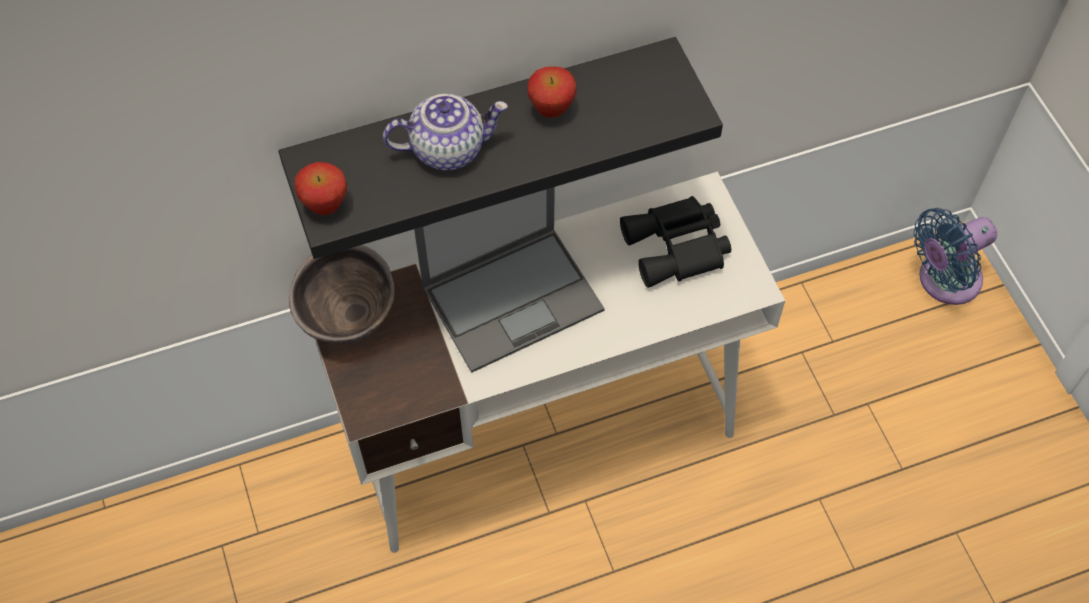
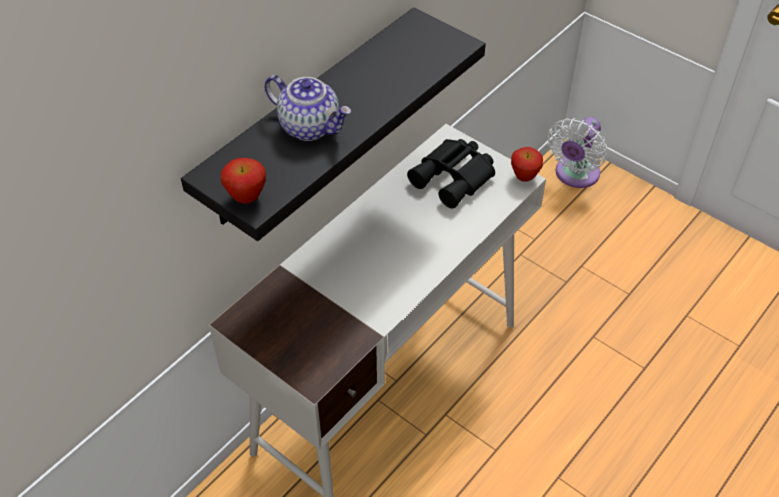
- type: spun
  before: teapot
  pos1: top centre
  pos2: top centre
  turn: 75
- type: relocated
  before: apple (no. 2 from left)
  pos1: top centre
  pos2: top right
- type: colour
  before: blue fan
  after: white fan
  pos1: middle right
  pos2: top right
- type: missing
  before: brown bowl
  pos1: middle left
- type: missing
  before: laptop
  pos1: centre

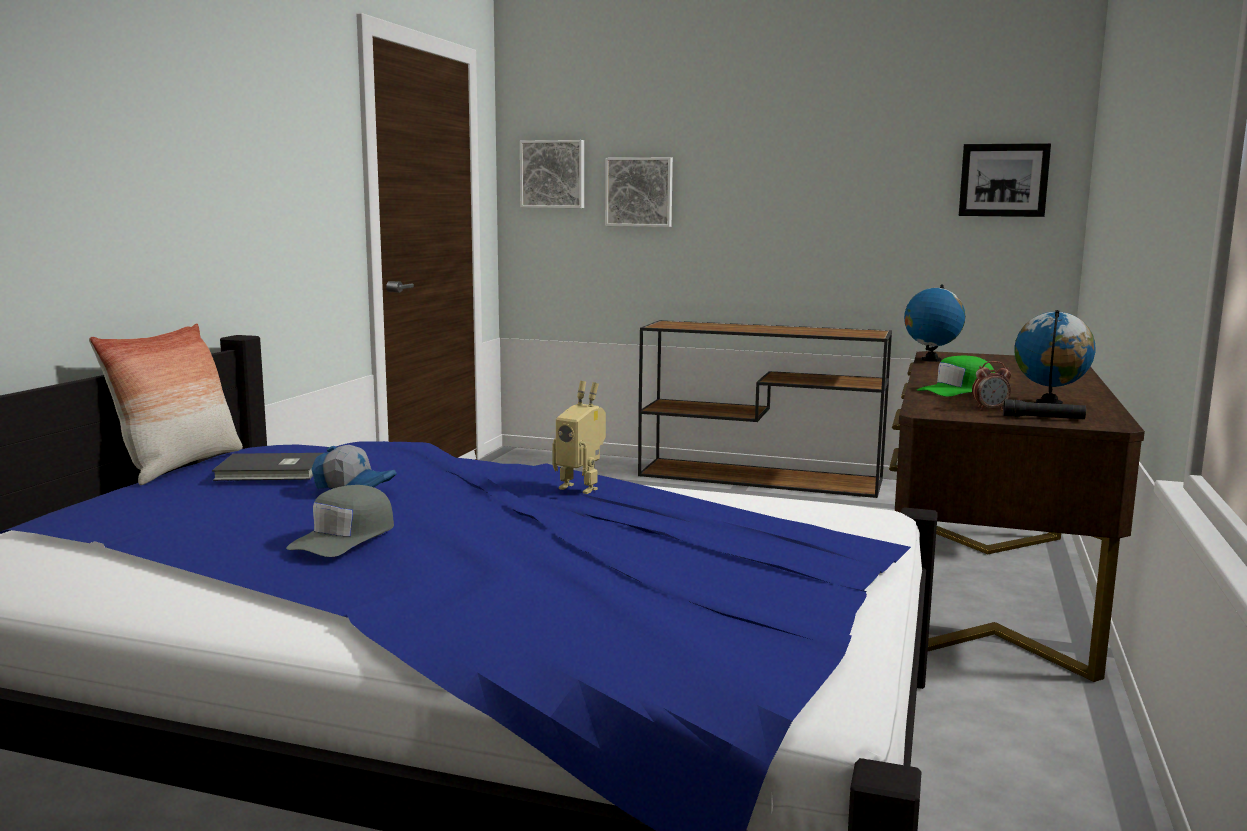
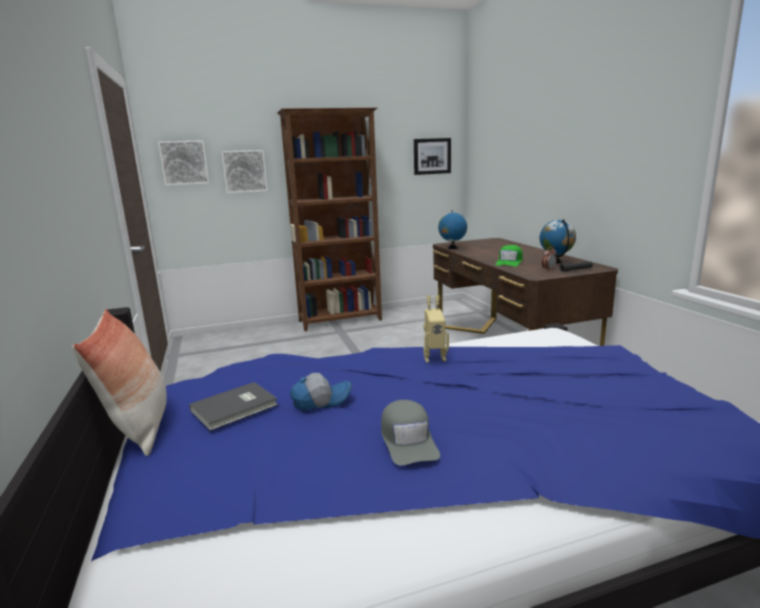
- type: exchanged
  before: brown console table
  after: brown bookcase
  pos1: centre
  pos2: centre

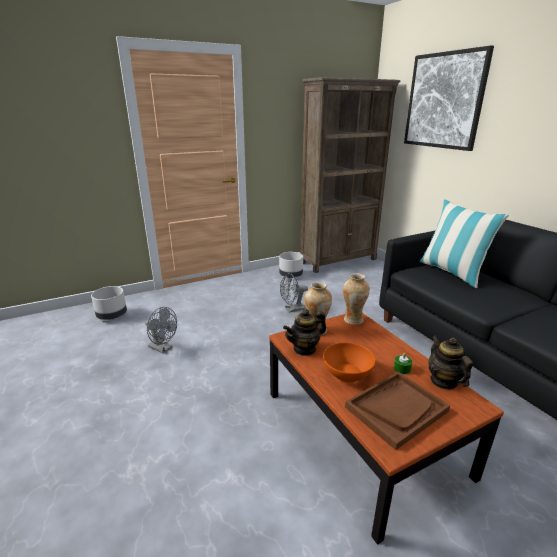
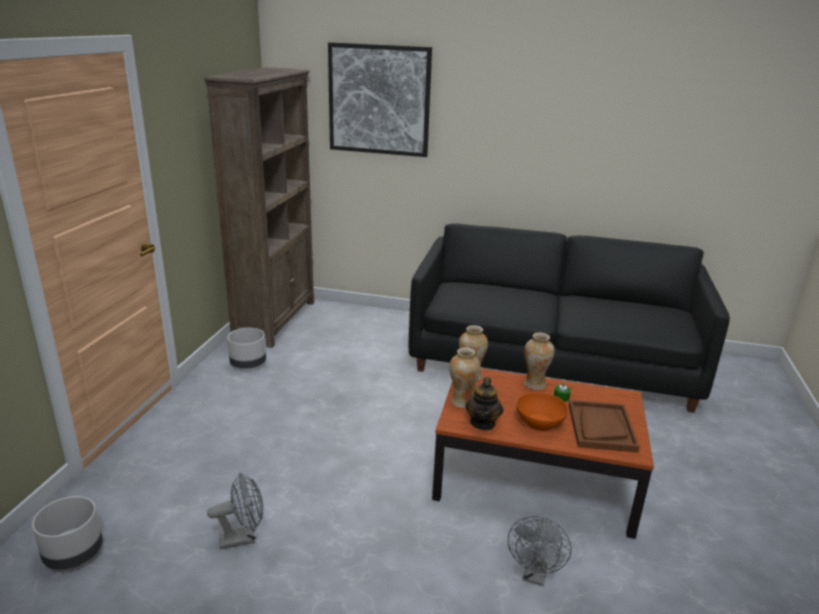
- type: relocated
  before: grey fan (no. 2 from left)
  pos1: centre
  pos2: bottom centre
- type: appeared
  after: vase (no. 3 from left)
  pos2: centre
- type: missing
  before: pillow
  pos1: middle right
- type: missing
  before: teapot (no. 2 from left)
  pos1: middle right

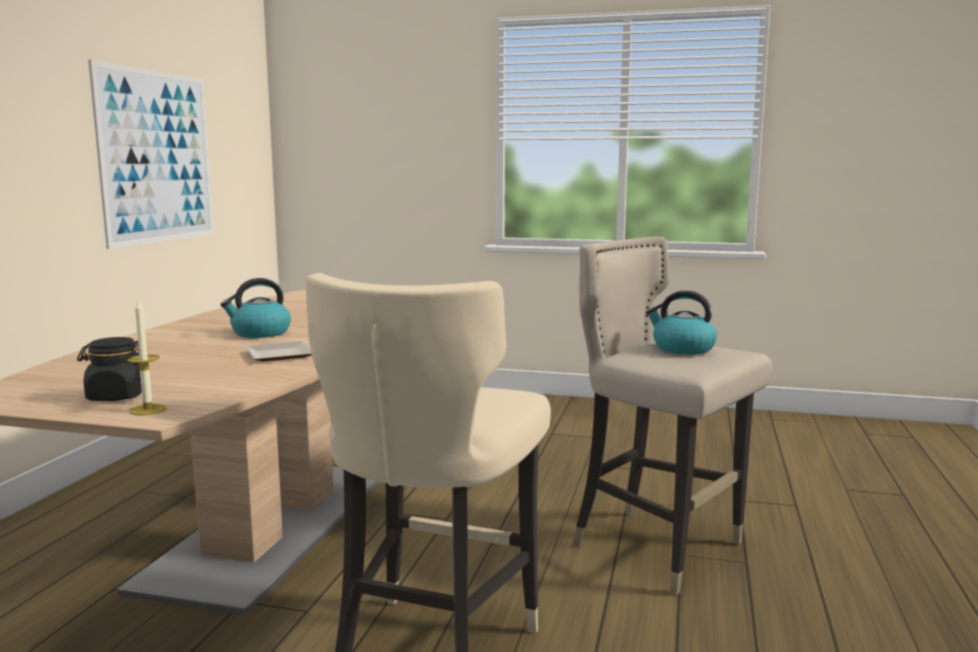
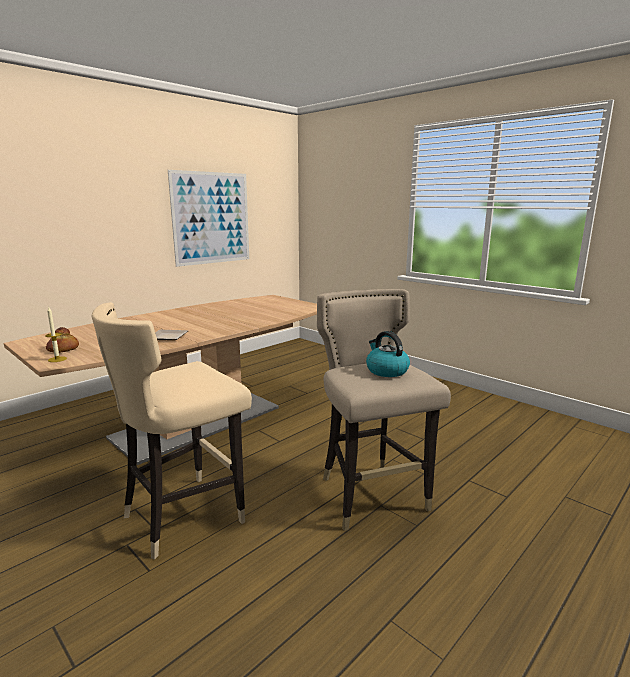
- type: exchanged
  before: black jar
  after: bread
  pos1: middle left
  pos2: middle left
- type: missing
  before: kettle (no. 1 from left)
  pos1: middle left

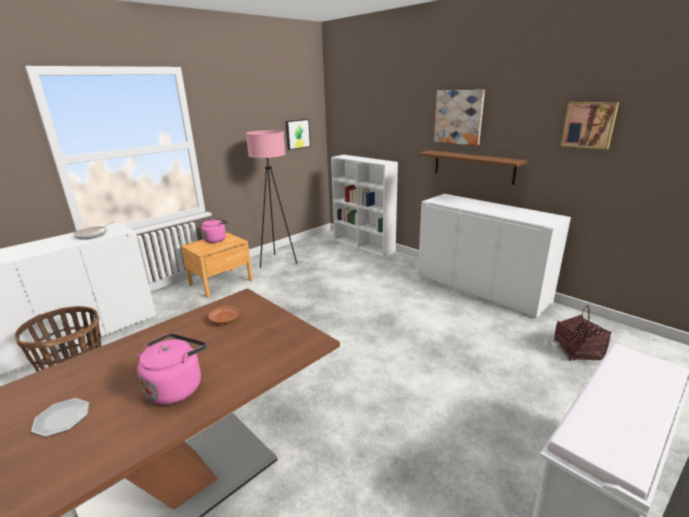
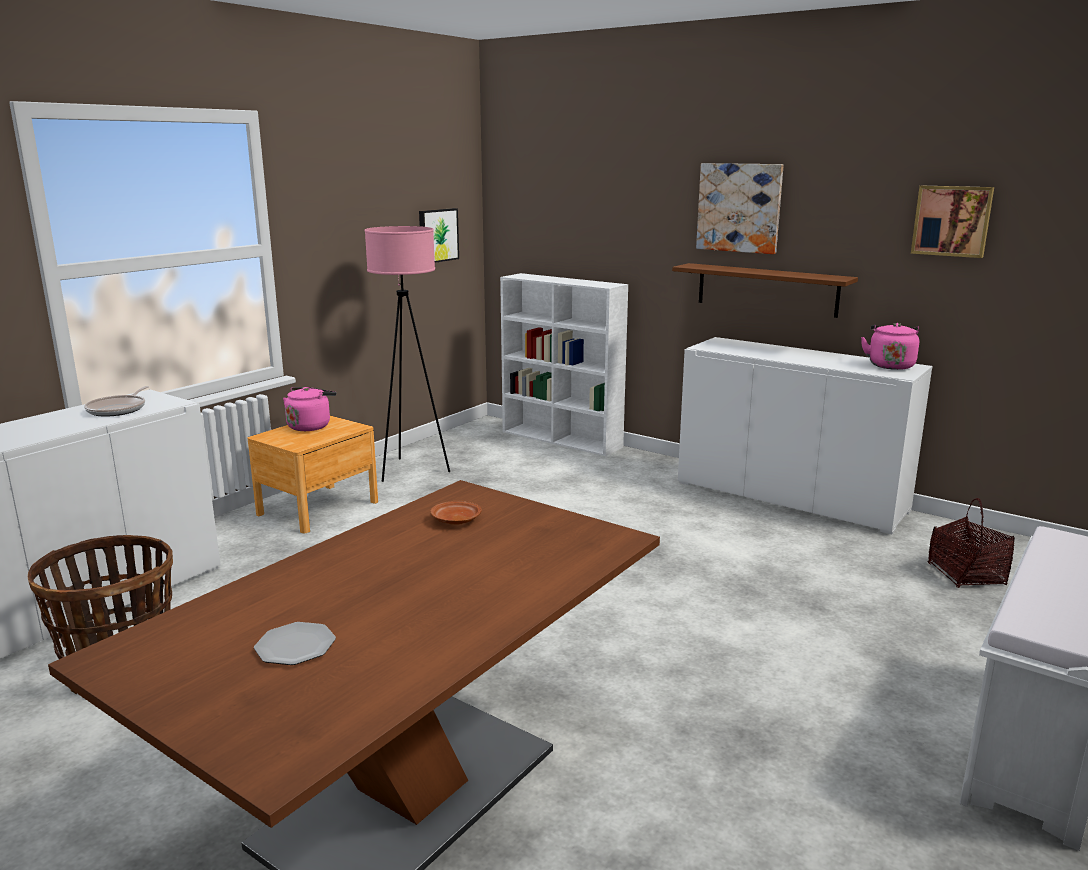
- type: relocated
  before: pink kettle (no. 1 from left in the first image)
  after: pink kettle (no. 2 from left)
  pos1: bottom left
  pos2: middle right

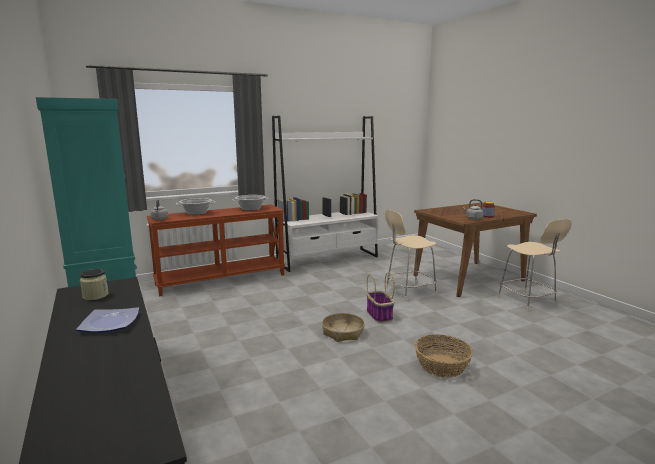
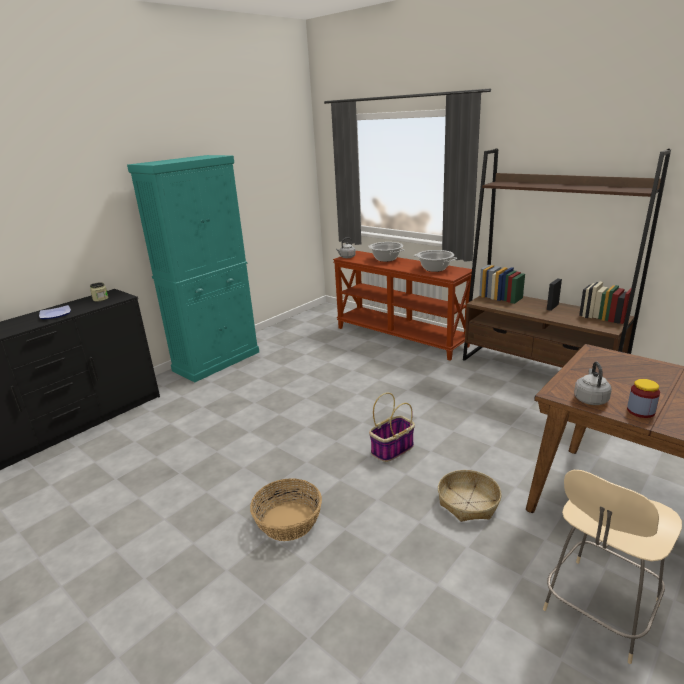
- type: relocated
  before: basket (no. 1 from left in the first image)
  after: basket (no. 3 from left)
  pos1: bottom centre
  pos2: bottom right
- type: colour
  before: white bookcase
  after: brown bookcase
  pos1: centre
  pos2: middle right
- type: missing
  before: beige chair (no. 1 from left)
  pos1: centre

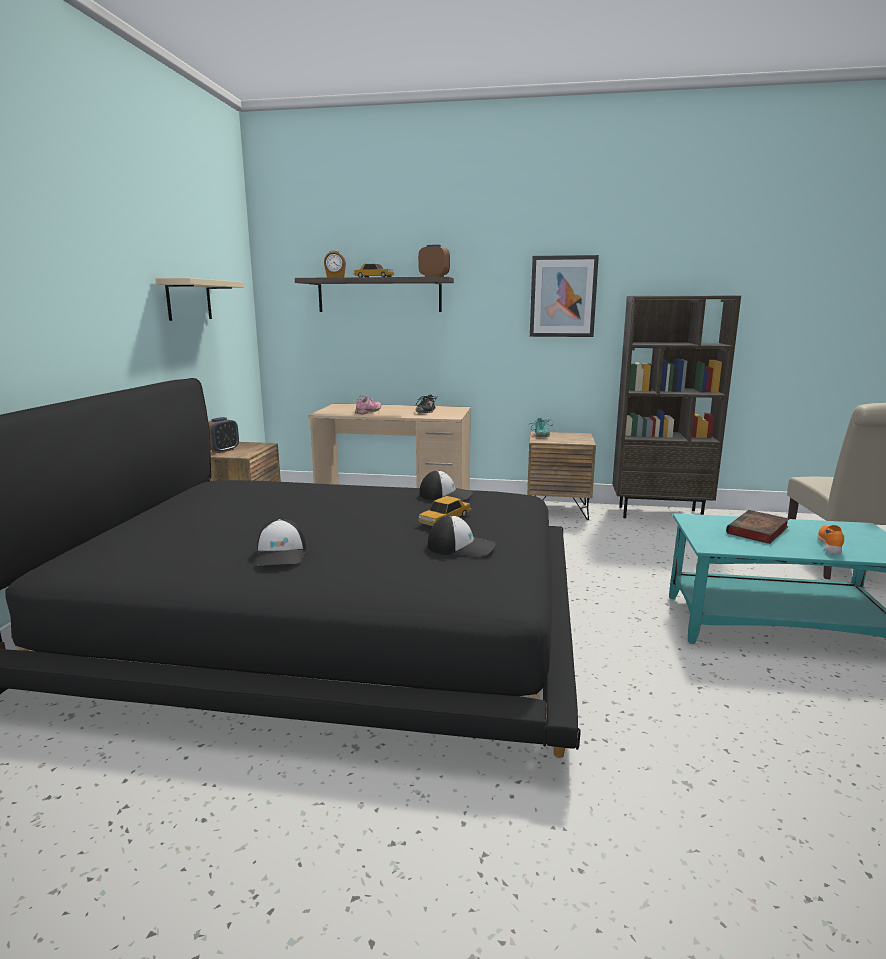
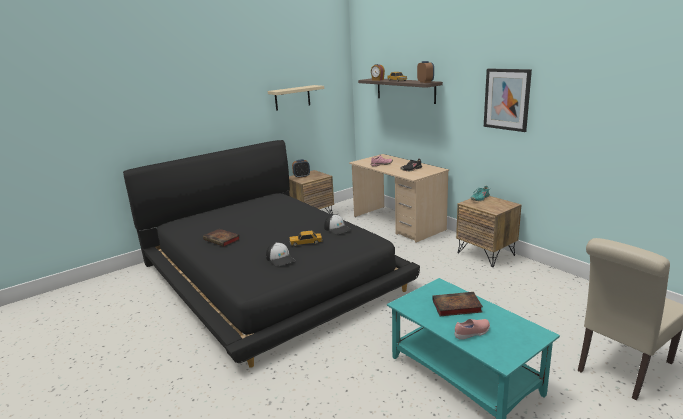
- type: exchanged
  before: cap (no. 1 from left)
  after: book (no. 1 from left)
  pos1: middle left
  pos2: middle left
- type: colour
  before: orange shoe
  after: pink shoe (no. 2 from left)
  pos1: middle right
  pos2: bottom right
- type: missing
  before: brown bookcase
  pos1: middle right

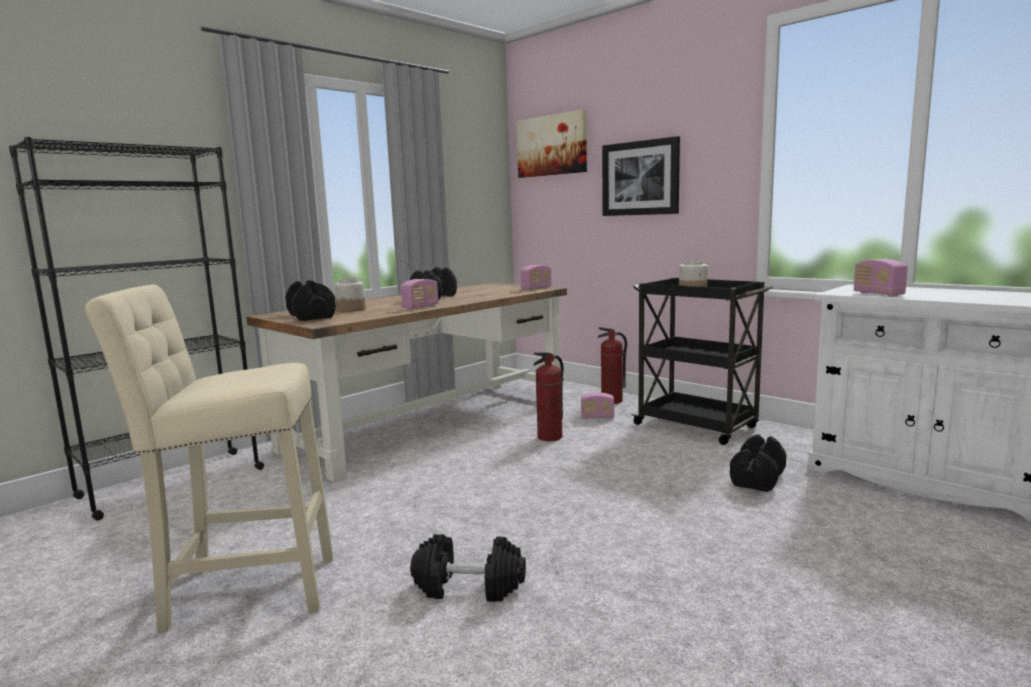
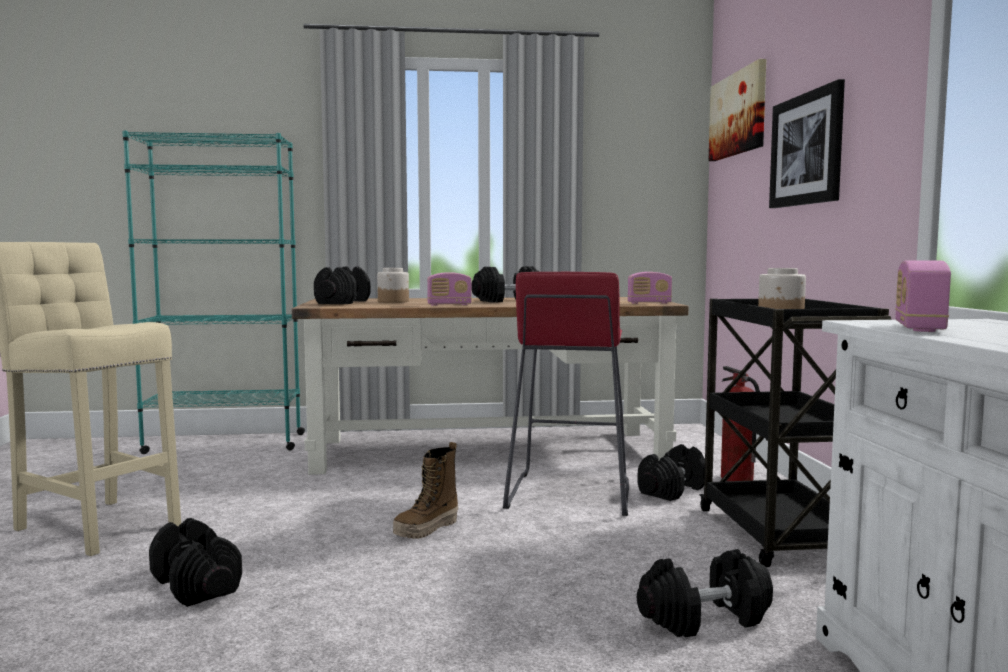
- type: colour
  before: black bookcase
  after: turquoise bookcase
  pos1: middle left
  pos2: middle left
- type: appeared
  after: boot
  pos2: bottom centre
- type: exchanged
  before: fire extinguisher (no. 1 from left)
  after: red stool
  pos1: centre
  pos2: centre
- type: exchanged
  before: radio (no. 3 from left)
  after: black dumbbell (no. 4 from left)
  pos1: centre
  pos2: bottom centre

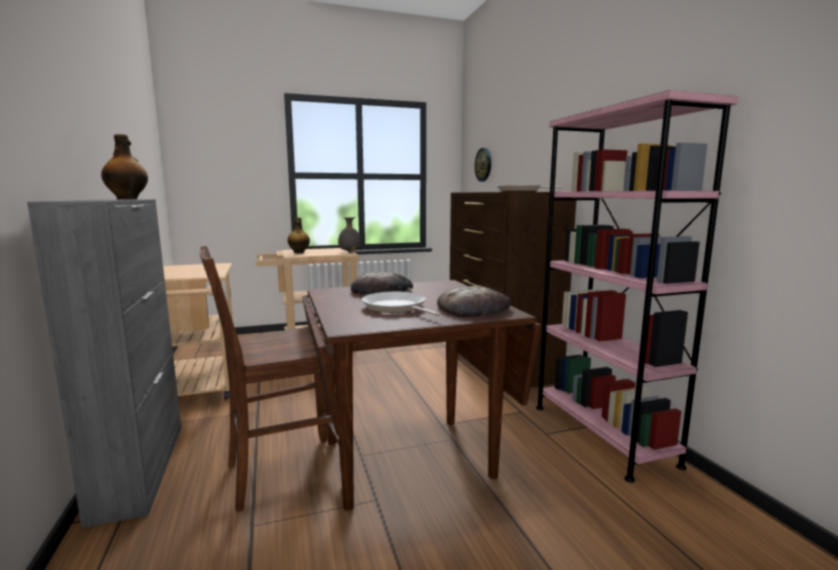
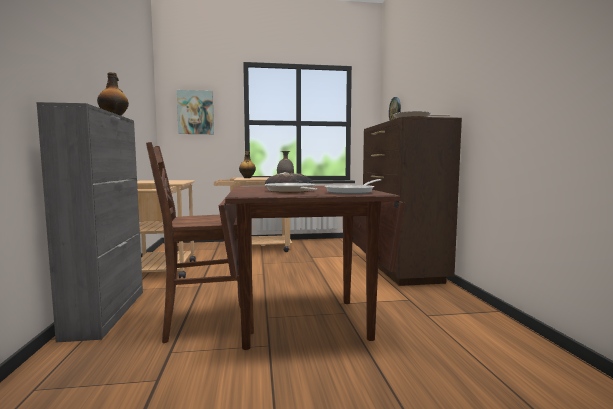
- type: appeared
  after: picture
  pos2: top left
- type: exchanged
  before: bread (no. 2 from left)
  after: frying pan (no. 2 from left)
  pos1: centre
  pos2: centre
- type: missing
  before: pink bookcase
  pos1: middle right

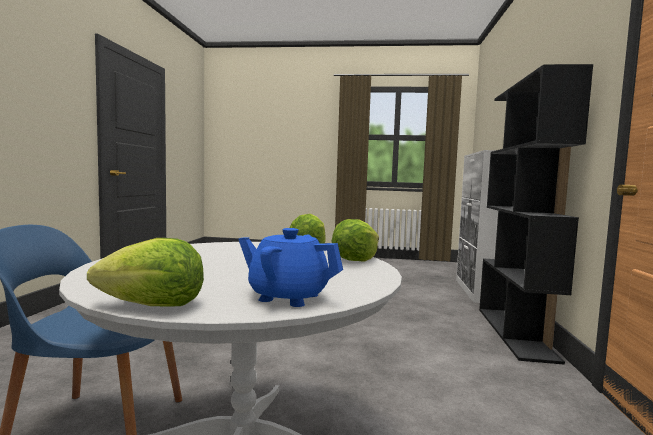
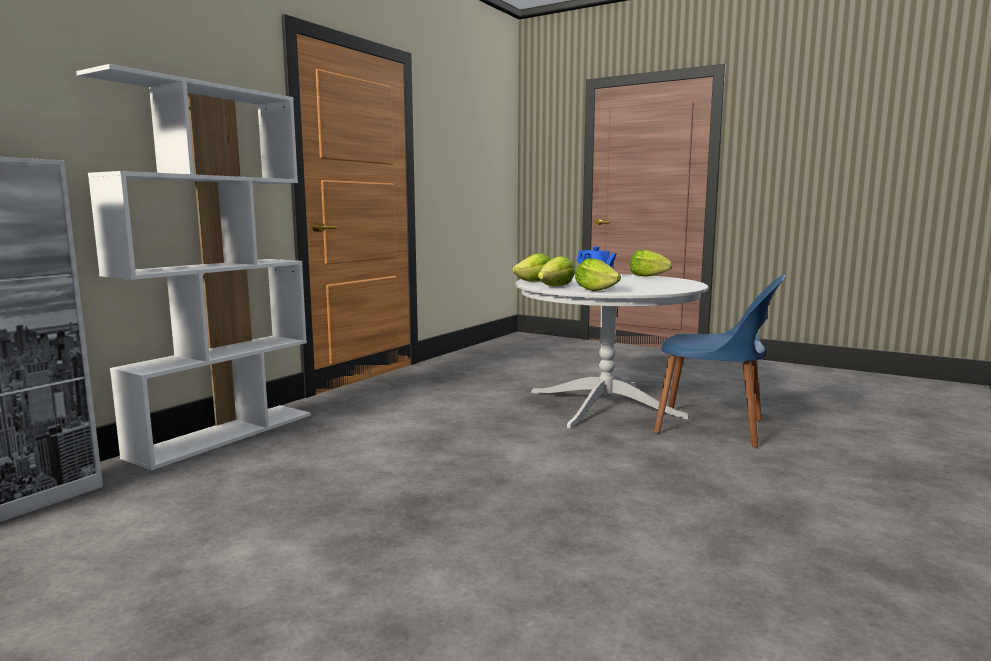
- type: colour
  before: black bookcase
  after: white bookcase
  pos1: middle right
  pos2: middle left
- type: appeared
  after: lettuce (no. 3 from left)
  pos2: centre

